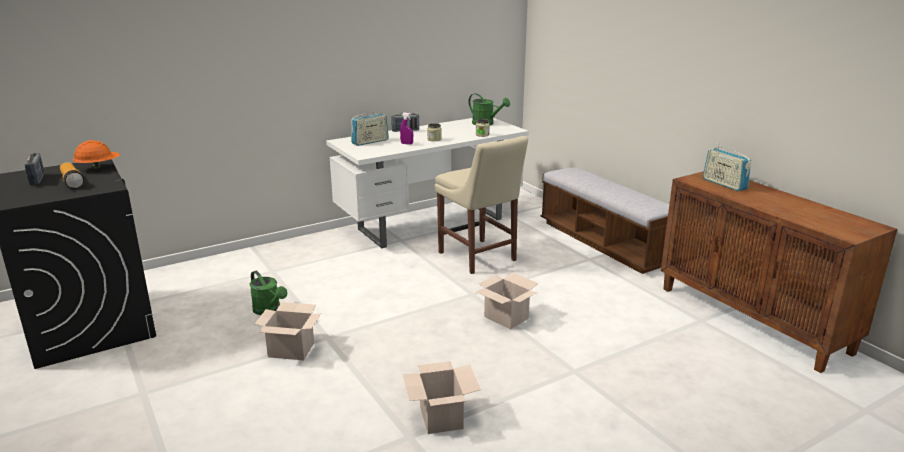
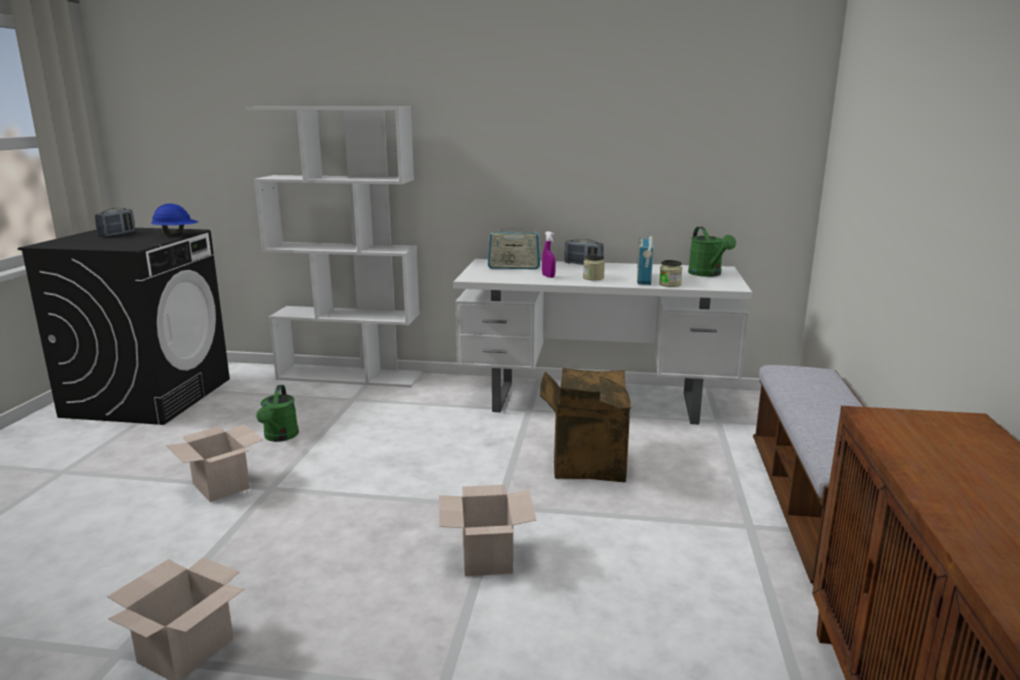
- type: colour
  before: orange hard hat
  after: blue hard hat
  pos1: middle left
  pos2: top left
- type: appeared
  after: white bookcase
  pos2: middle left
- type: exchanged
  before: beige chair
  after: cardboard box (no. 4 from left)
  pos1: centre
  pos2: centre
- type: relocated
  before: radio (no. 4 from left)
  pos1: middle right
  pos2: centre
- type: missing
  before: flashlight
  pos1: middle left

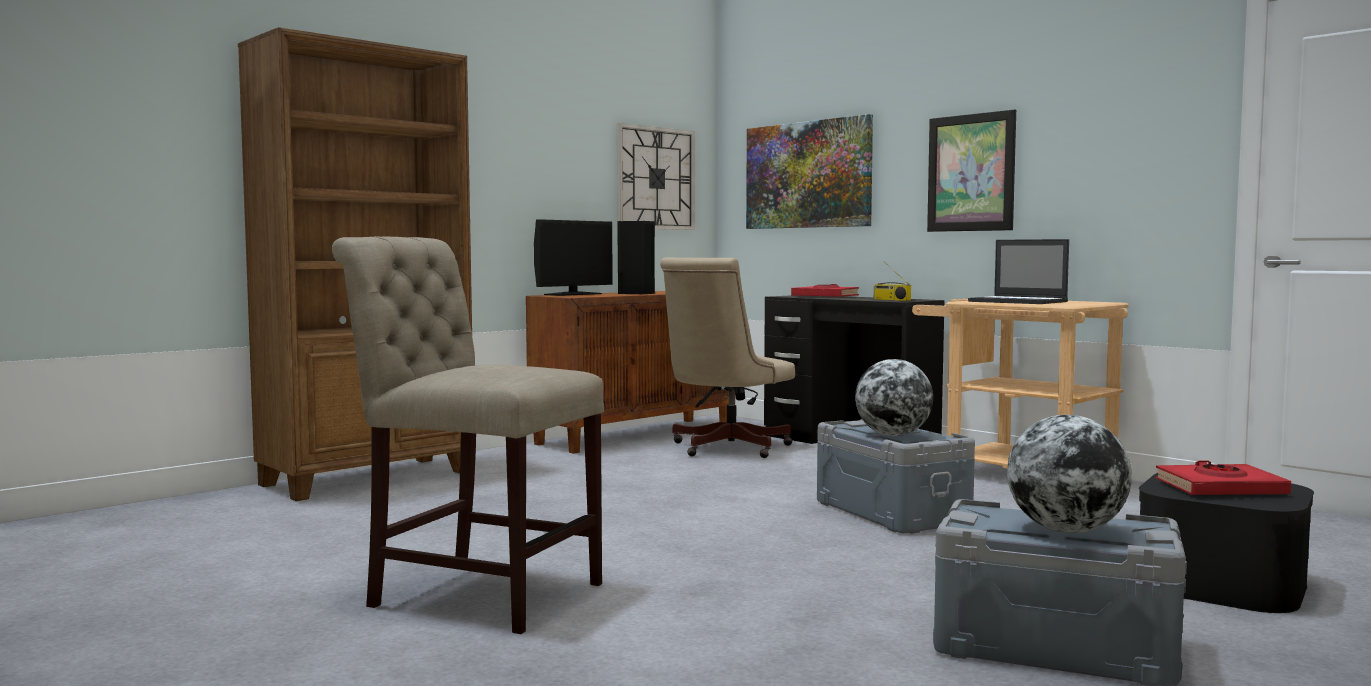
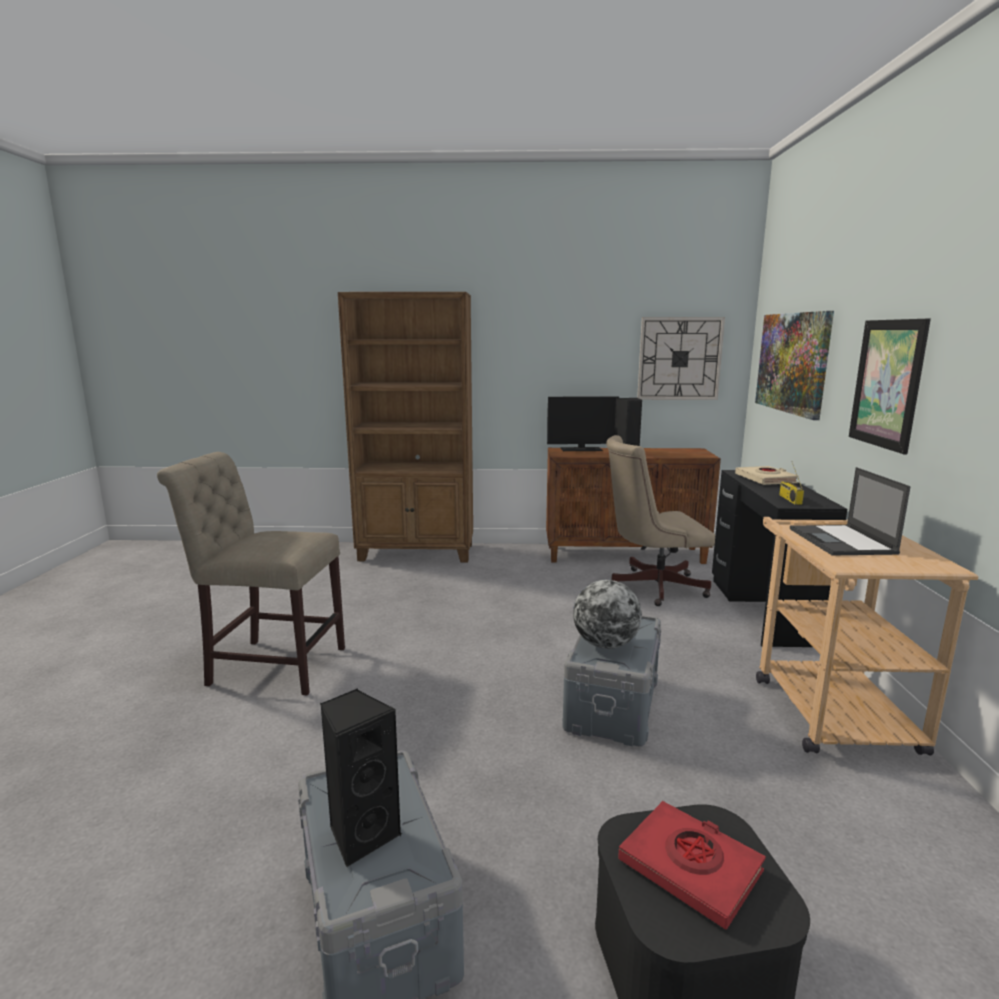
- type: spun
  before: beige chair
  pos1: centre
  pos2: middle left
  turn: -60
- type: exchanged
  before: globe (no. 2 from left)
  after: black speaker (no. 1 from left)
  pos1: bottom right
  pos2: bottom centre
- type: colour
  before: red book (no. 1 from left)
  after: beige book
  pos1: centre
  pos2: middle right

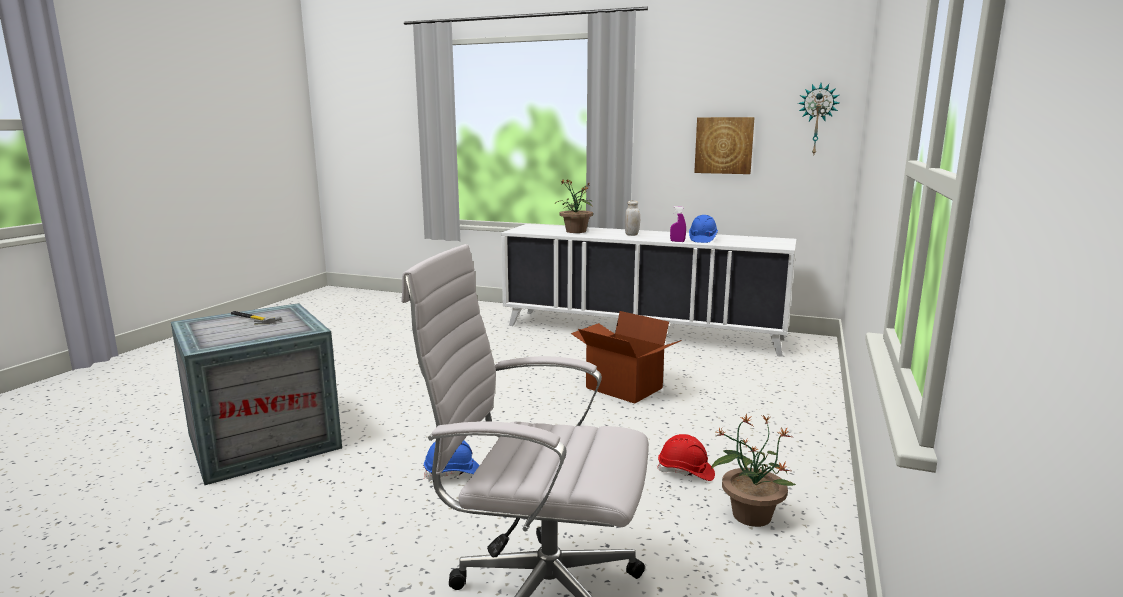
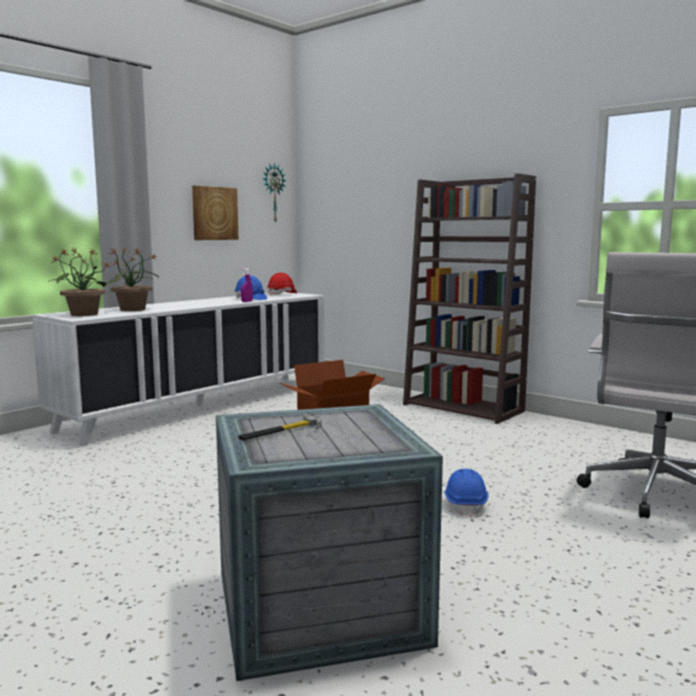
- type: relocated
  before: potted plant (no. 2 from left in the first image)
  after: potted plant (no. 1 from left)
  pos1: bottom right
  pos2: middle left
- type: relocated
  before: red hard hat
  pos1: bottom centre
  pos2: centre
- type: appeared
  after: brown bookcase
  pos2: middle right
- type: missing
  before: white jar
  pos1: centre

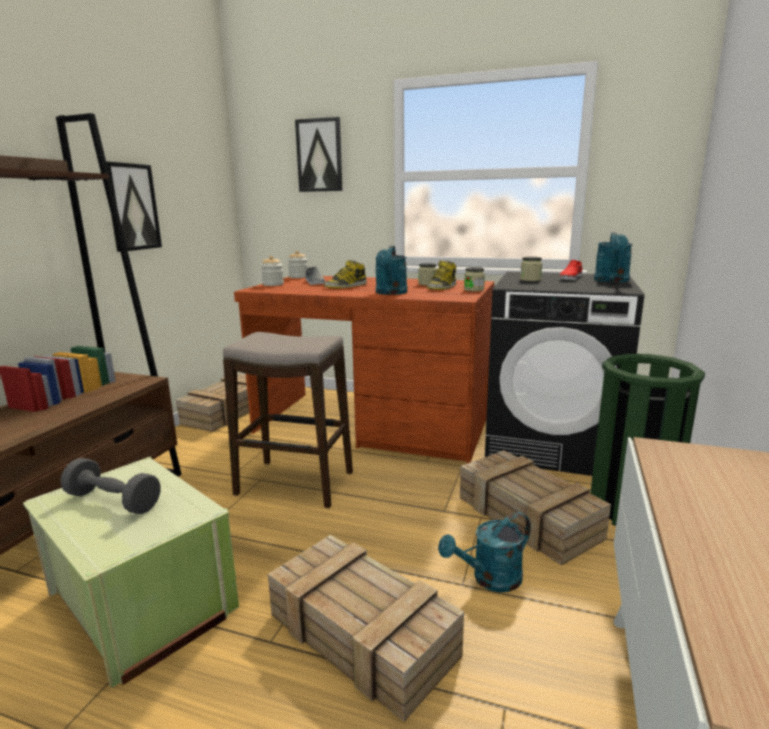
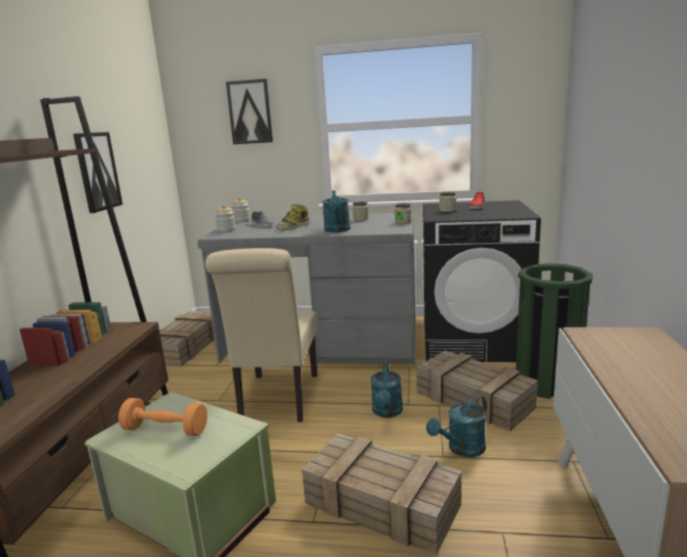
- type: colour
  before: grey dumbbell
  after: orange dumbbell
  pos1: bottom left
  pos2: bottom left
- type: colour
  before: brown desk
  after: grey desk
  pos1: centre
  pos2: centre
- type: exchanged
  before: stool
  after: beige chair
  pos1: centre
  pos2: centre
- type: relocated
  before: turquoise watering can (no. 3 from left in the first image)
  after: turquoise watering can (no. 2 from left)
  pos1: middle right
  pos2: bottom centre
- type: missing
  before: boot (no. 2 from left)
  pos1: centre

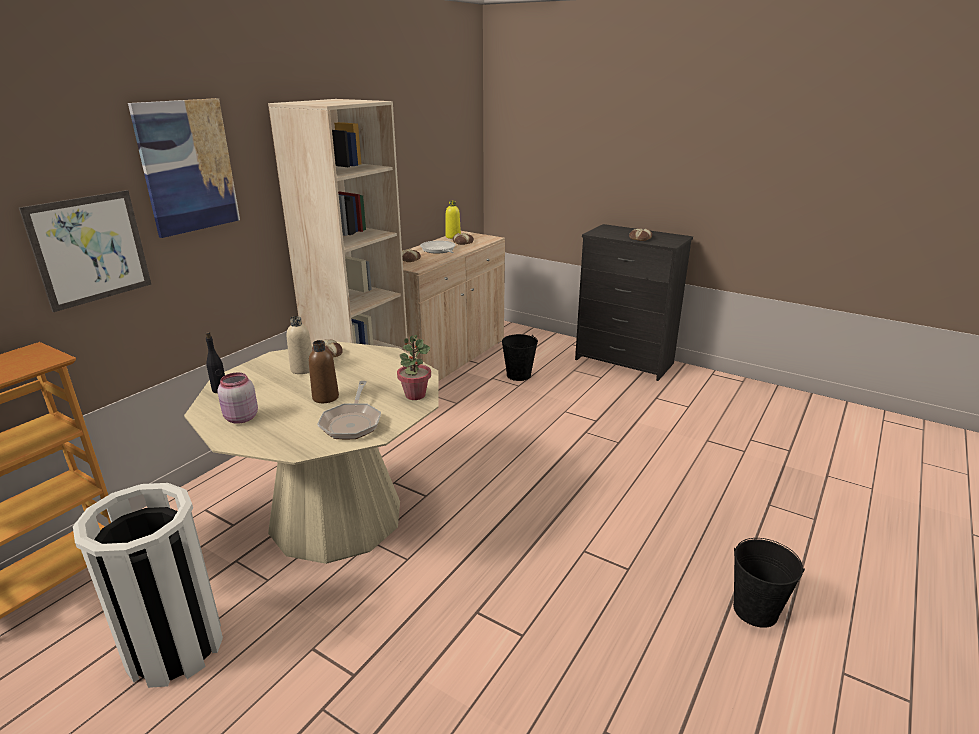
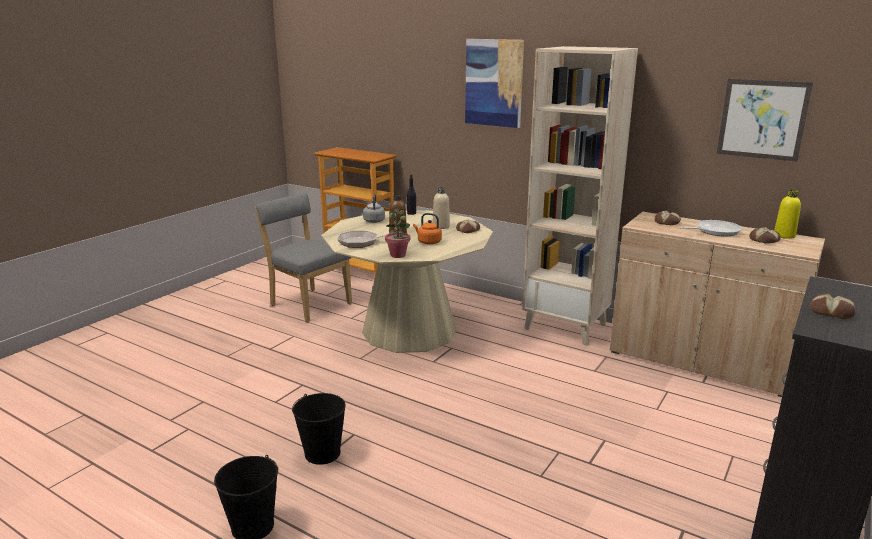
- type: exchanged
  before: white trash can
  after: grey chair
  pos1: bottom left
  pos2: centre
- type: relocated
  before: black bucket (no. 1 from left in the first image)
  after: black bucket (no. 2 from left)
  pos1: centre
  pos2: bottom centre
- type: exchanged
  before: pink jar
  after: grey kettle
  pos1: middle left
  pos2: centre
- type: appeared
  after: orange kettle
  pos2: centre
- type: relocated
  before: picture (no. 1 from left in the first image)
  after: picture (no. 2 from left)
  pos1: middle left
  pos2: top right

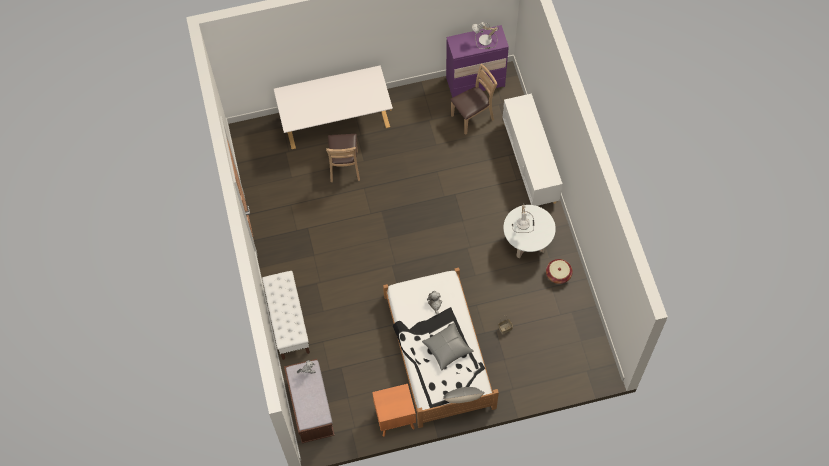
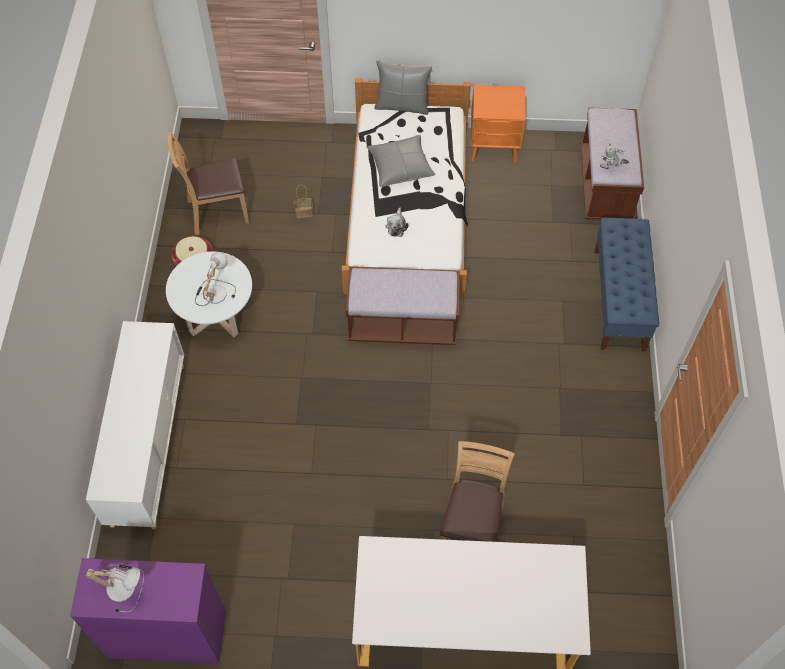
- type: relocated
  before: brown chair (no. 2 from left in the first image)
  after: brown chair (no. 1 from left)
  pos1: top centre
  pos2: top left
- type: appeared
  after: brown bench (no. 1 from left)
  pos2: centre
- type: colour
  before: white bench
  after: blue bench
  pos1: bottom centre
  pos2: middle right

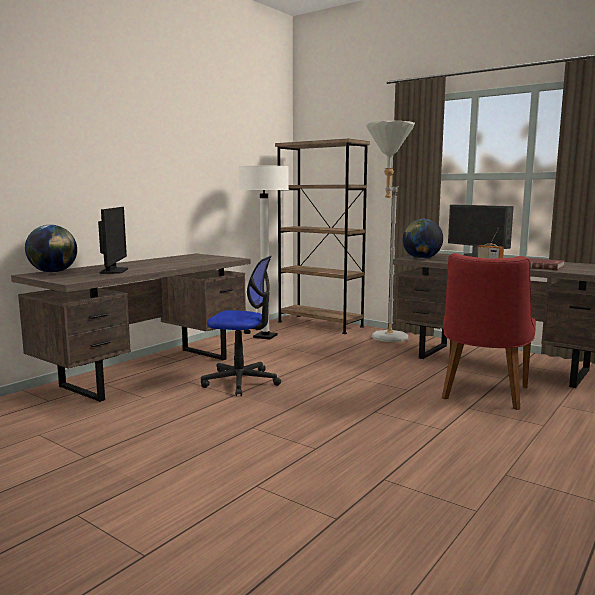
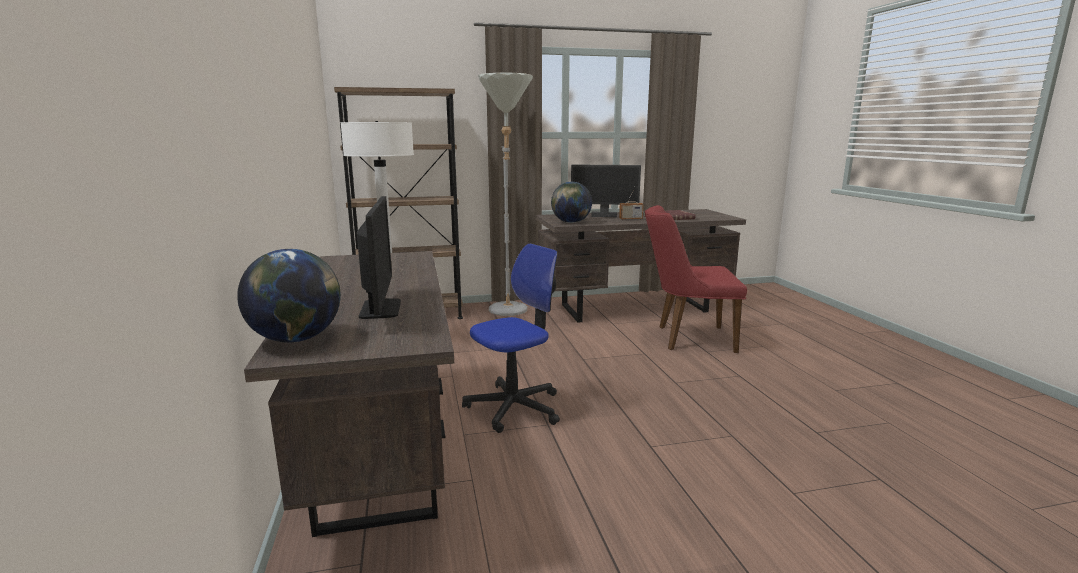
- type: spun
  before: monitor (no. 1 from left)
  pos1: middle left
  pos2: centre
  turn: 45
- type: spun
  before: red chair
  pos1: middle right
  pos2: centre
  turn: 120

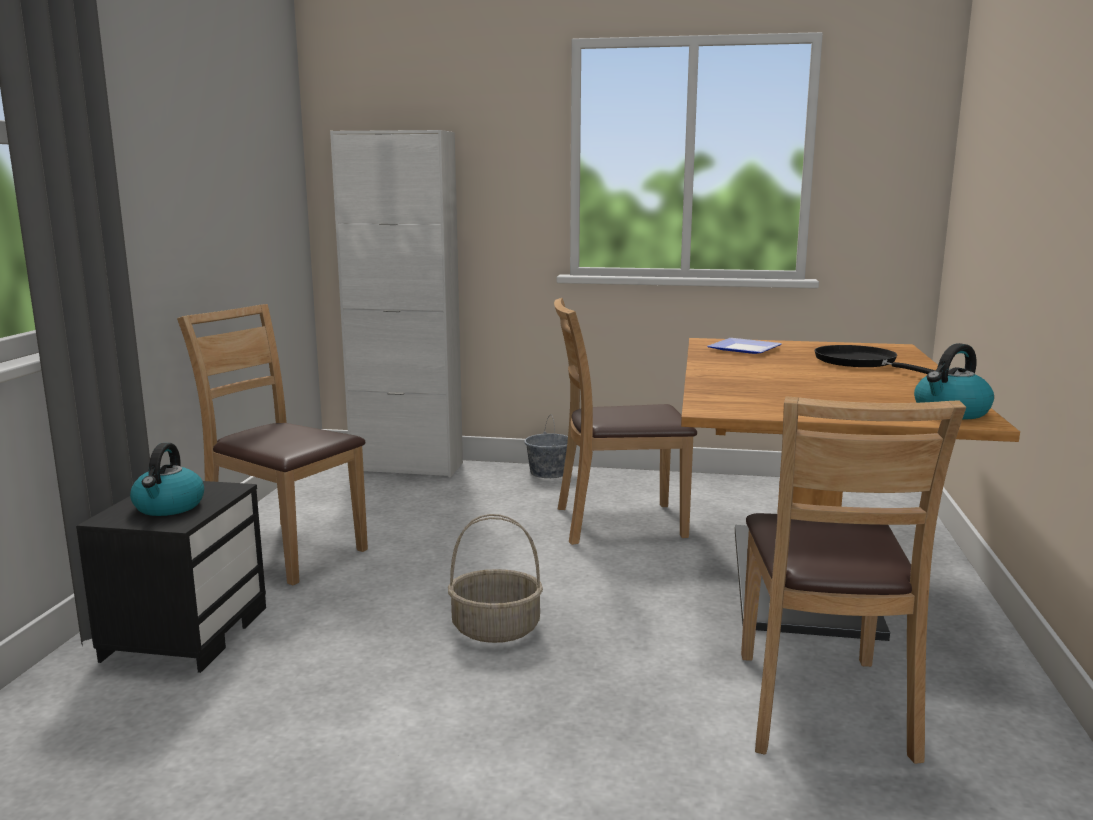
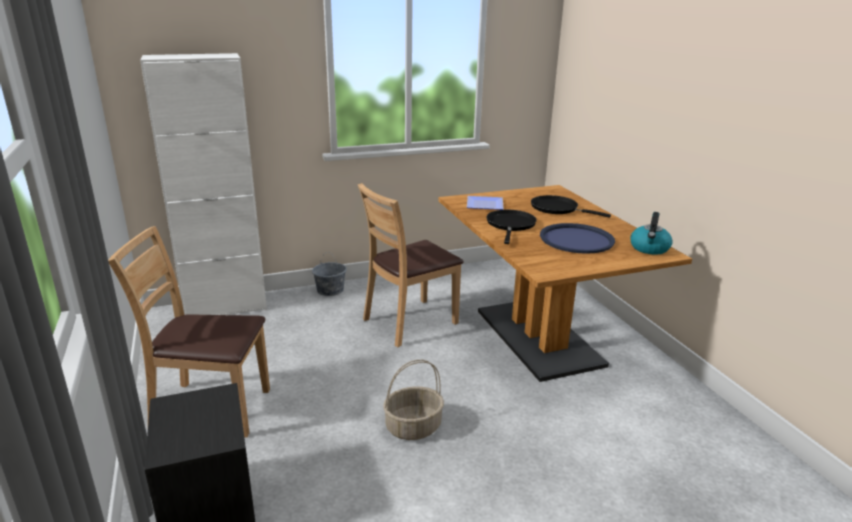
- type: appeared
  after: black frying pan (no. 1 from left)
  pos2: centre
- type: appeared
  after: blue tray
  pos2: middle right
- type: missing
  before: kettle (no. 1 from left)
  pos1: middle left
- type: missing
  before: brown chair (no. 3 from left)
  pos1: bottom right

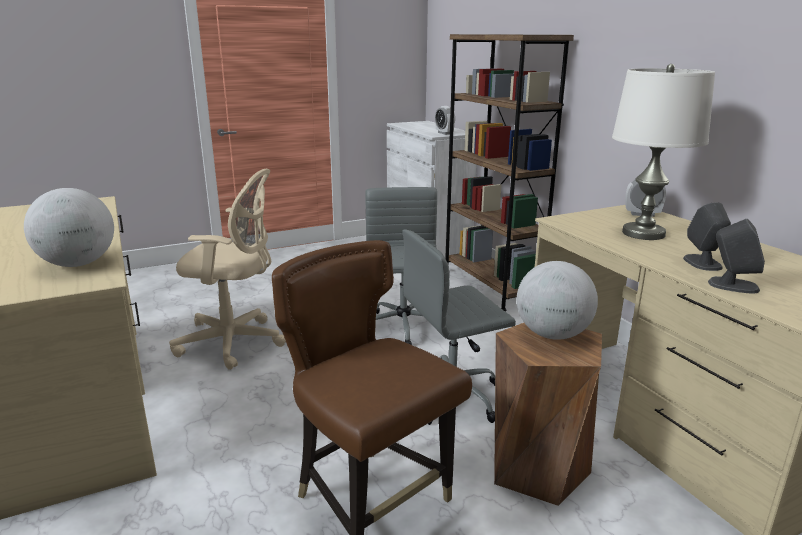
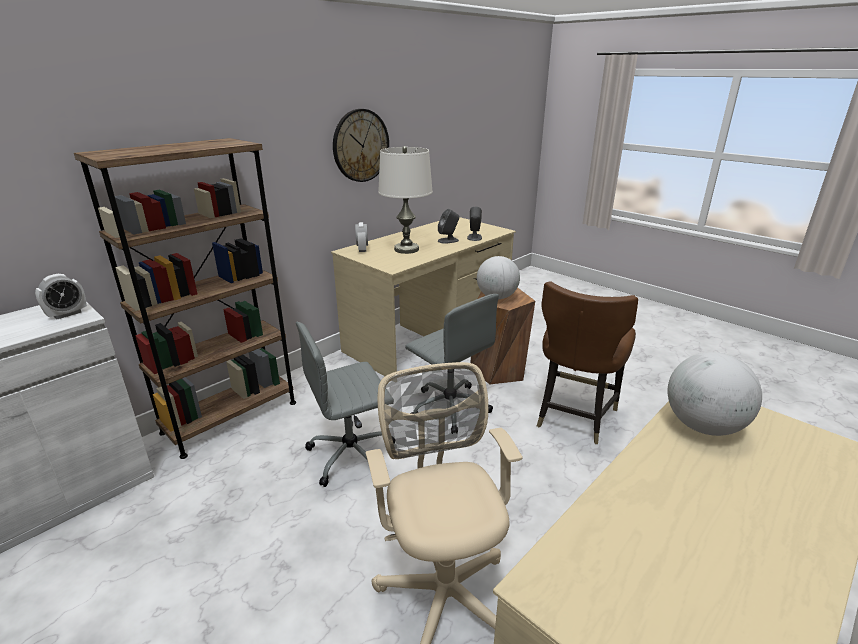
- type: appeared
  after: wall clock
  pos2: top centre

